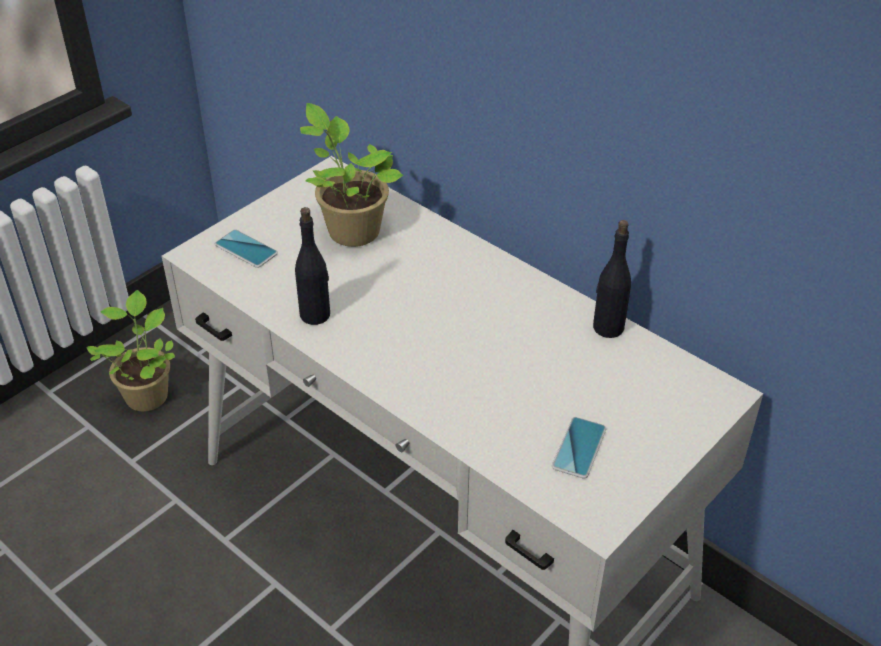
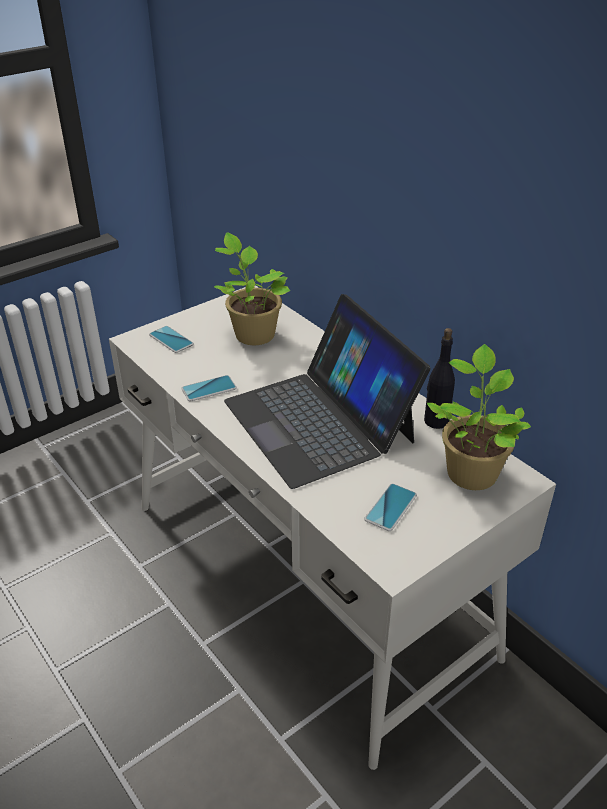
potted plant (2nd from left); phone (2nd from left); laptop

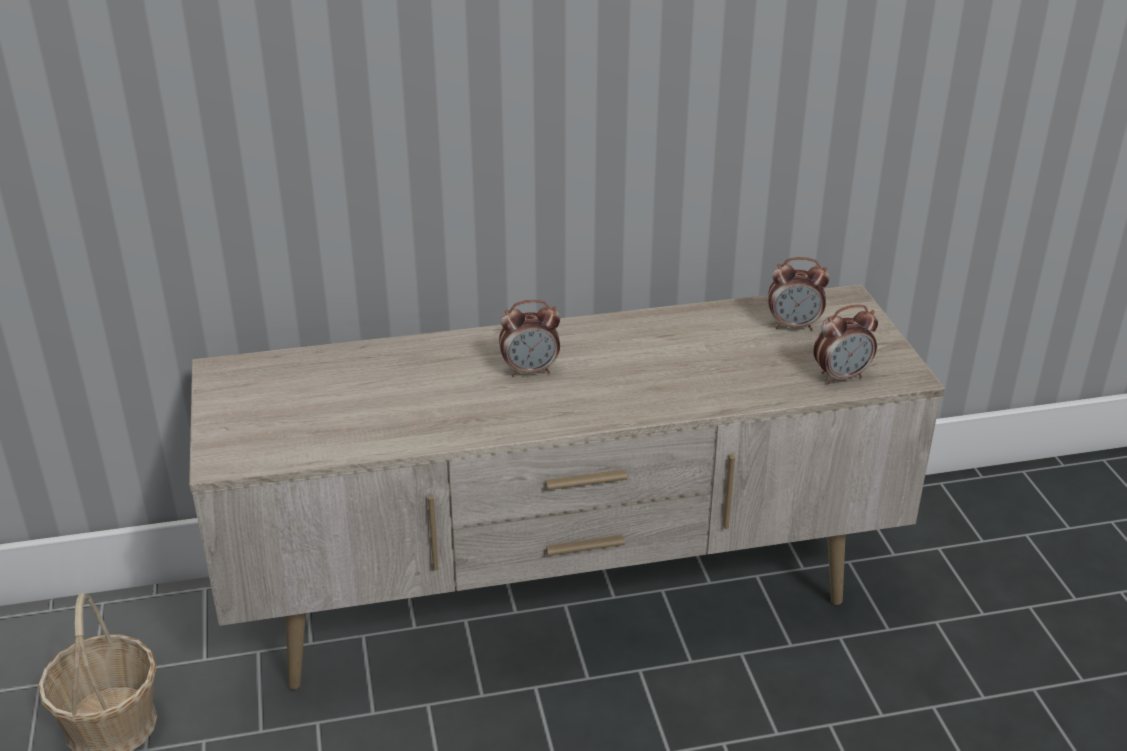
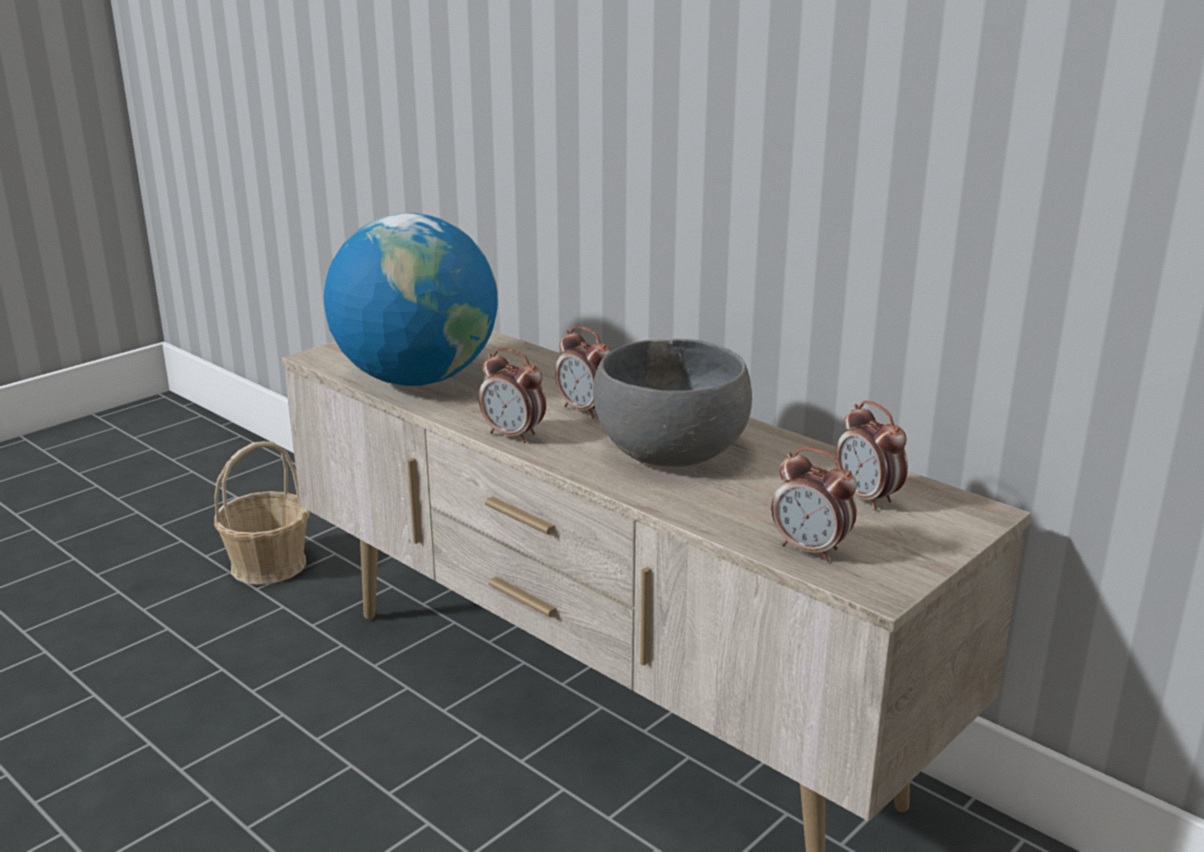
globe; alarm clock (1st from left); grey bowl

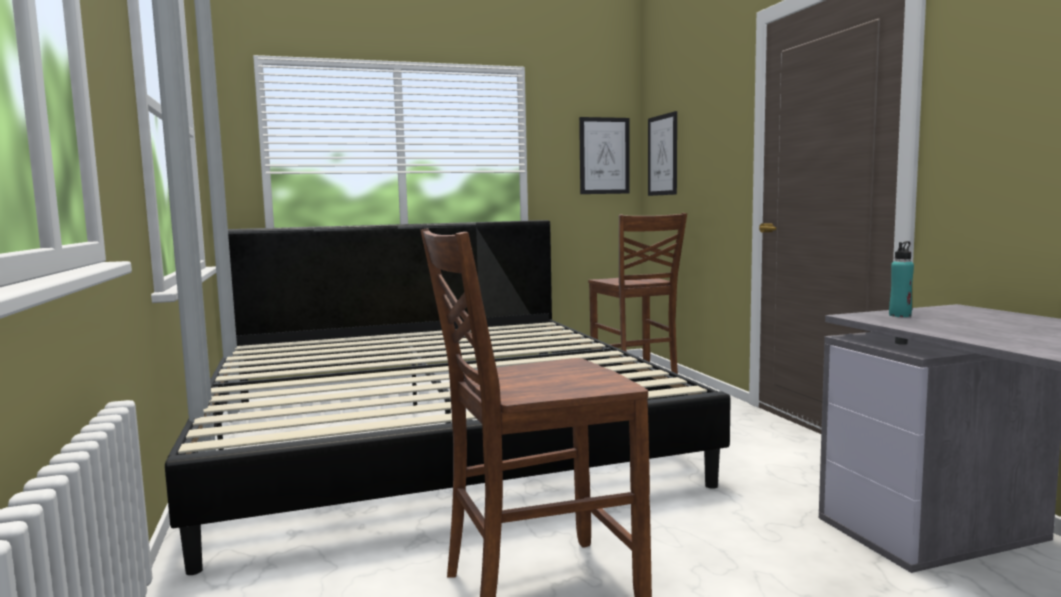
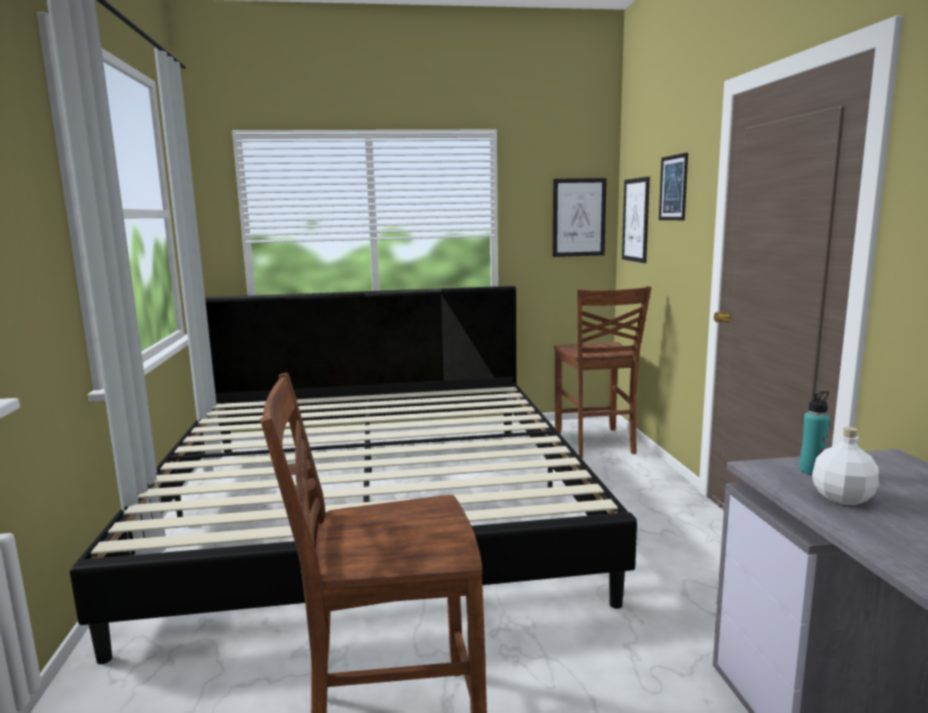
picture (3rd from left); white bottle

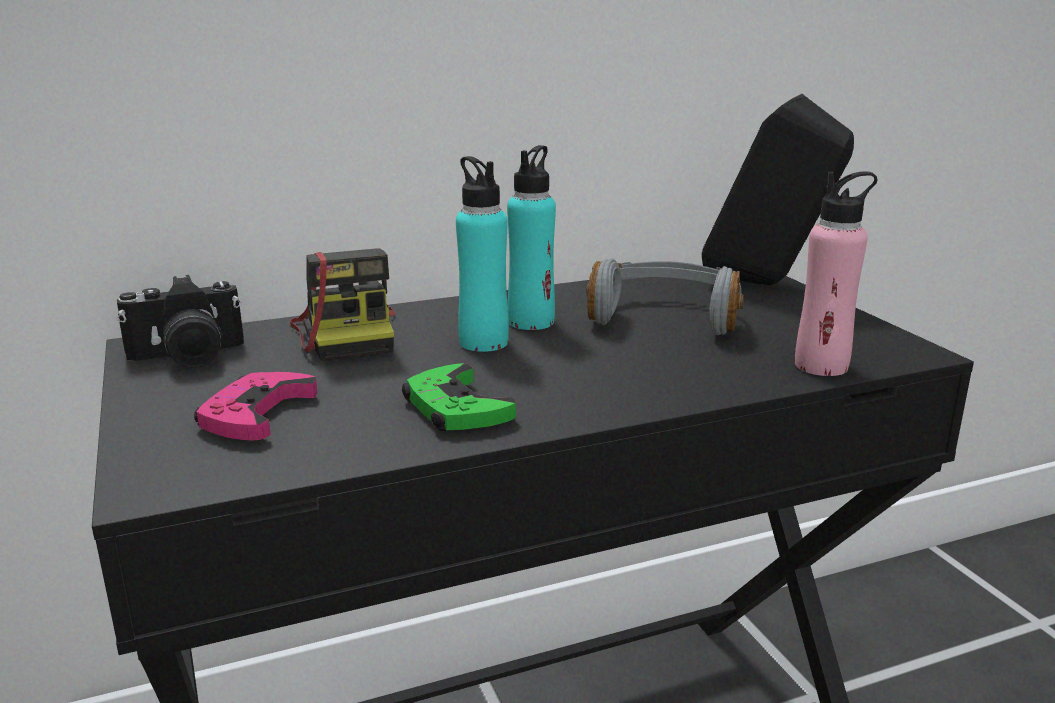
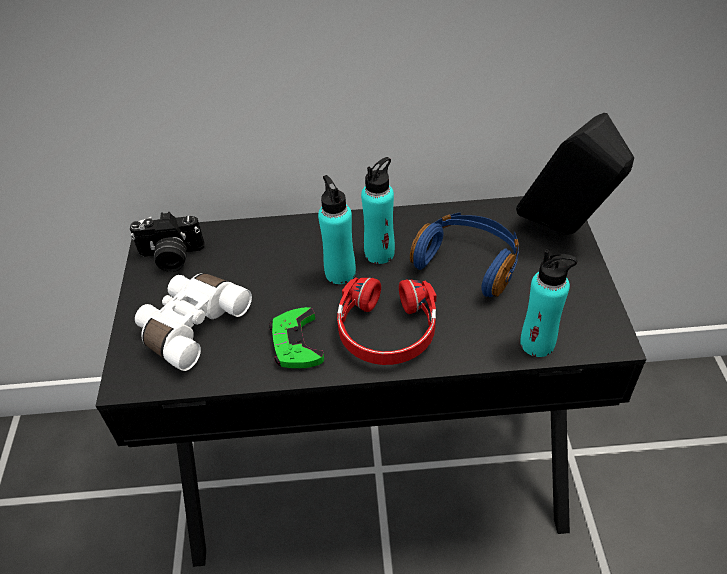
white binoculars; photo camera (2nd from left in the first image); blue headphones; turquoise bottle (3rd from left); red headphones

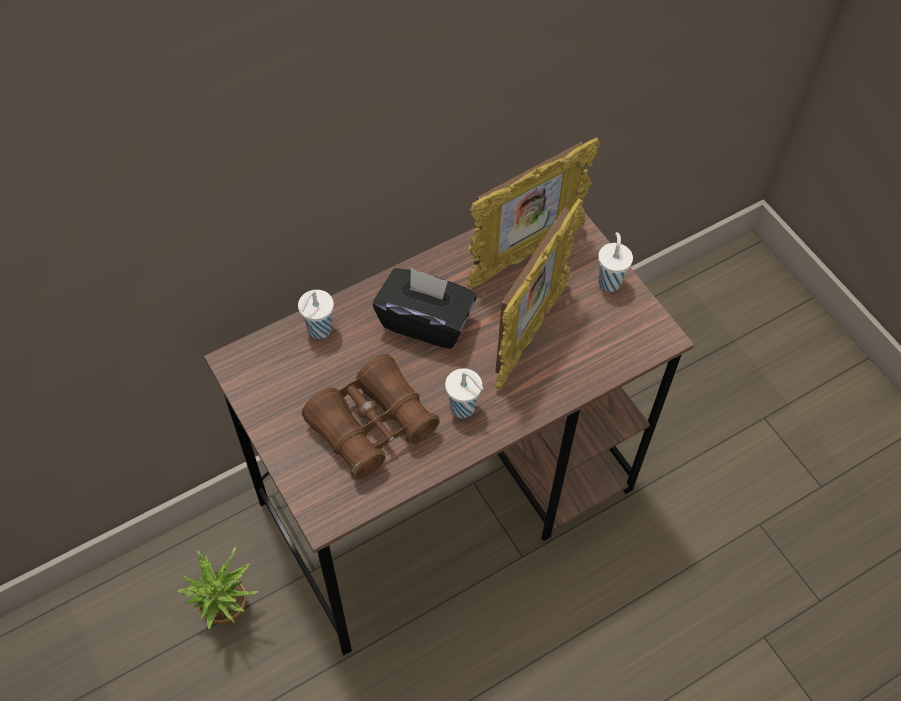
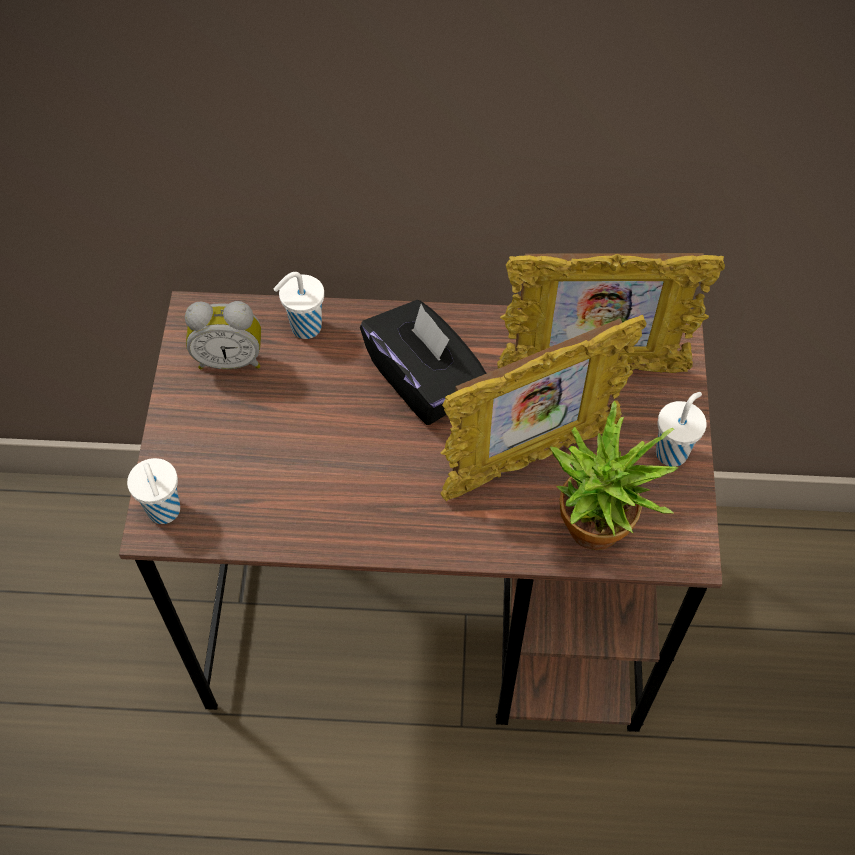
potted plant; brown binoculars; white cup (1st from left); alarm clock

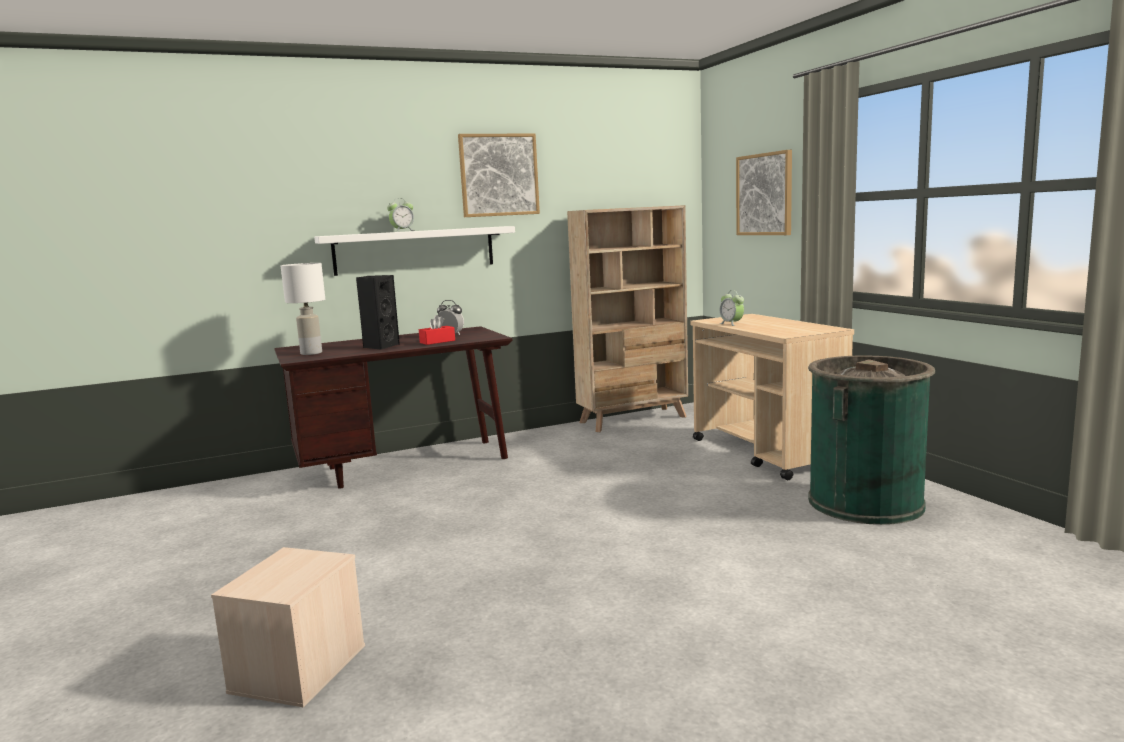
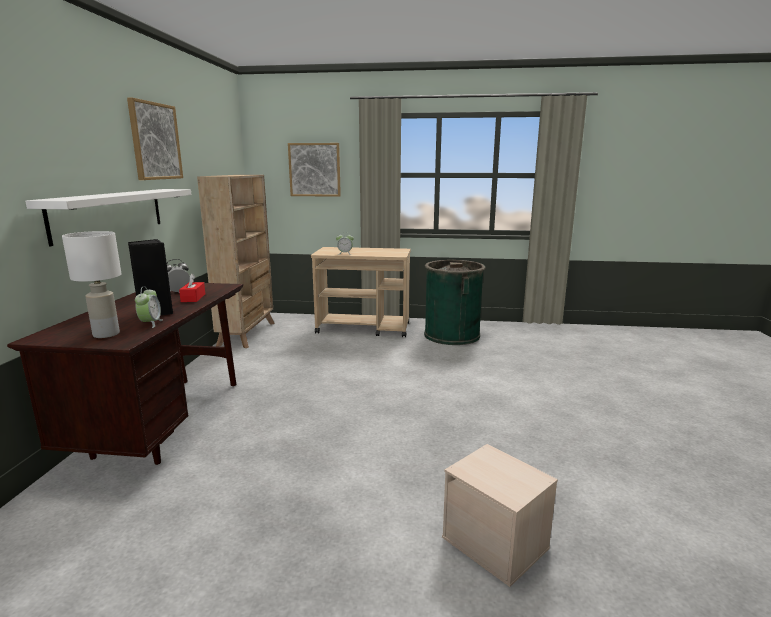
alarm clock (1st from left)

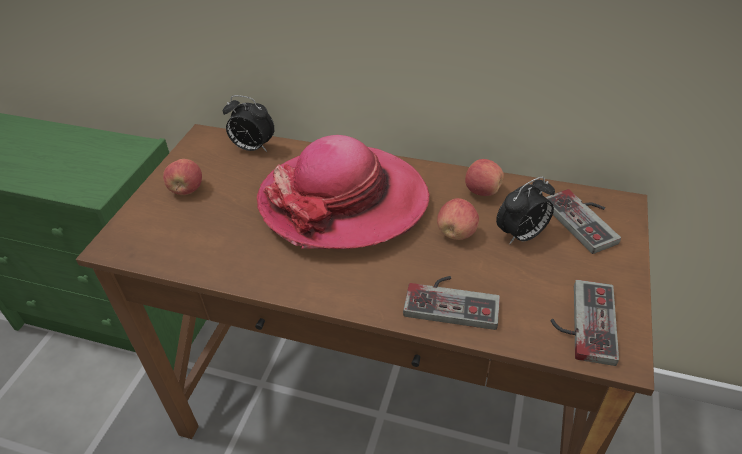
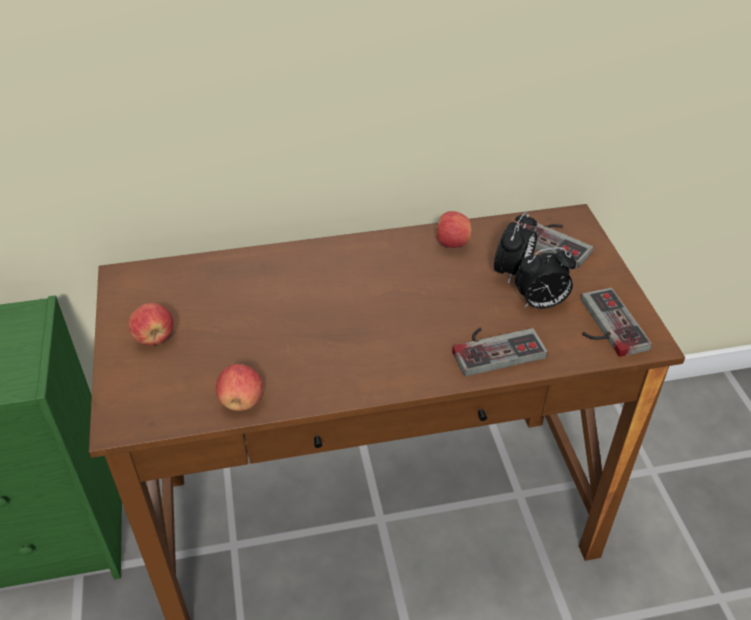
alarm clock (2nd from left); hat; apple (2nd from left)

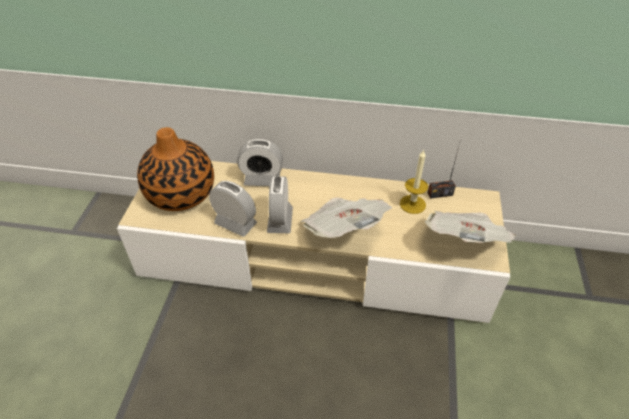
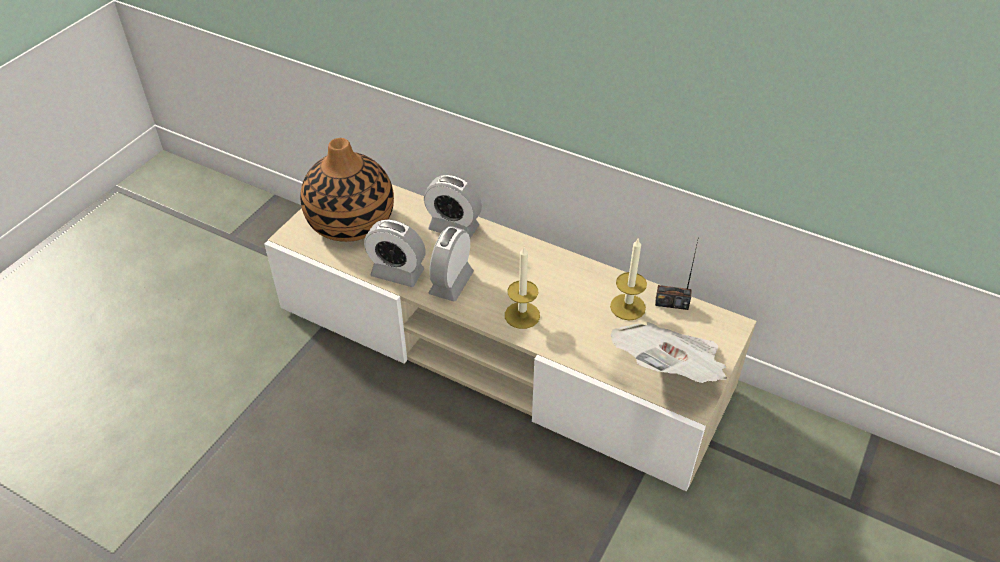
alarm clock (1st from left); candle (1st from left)

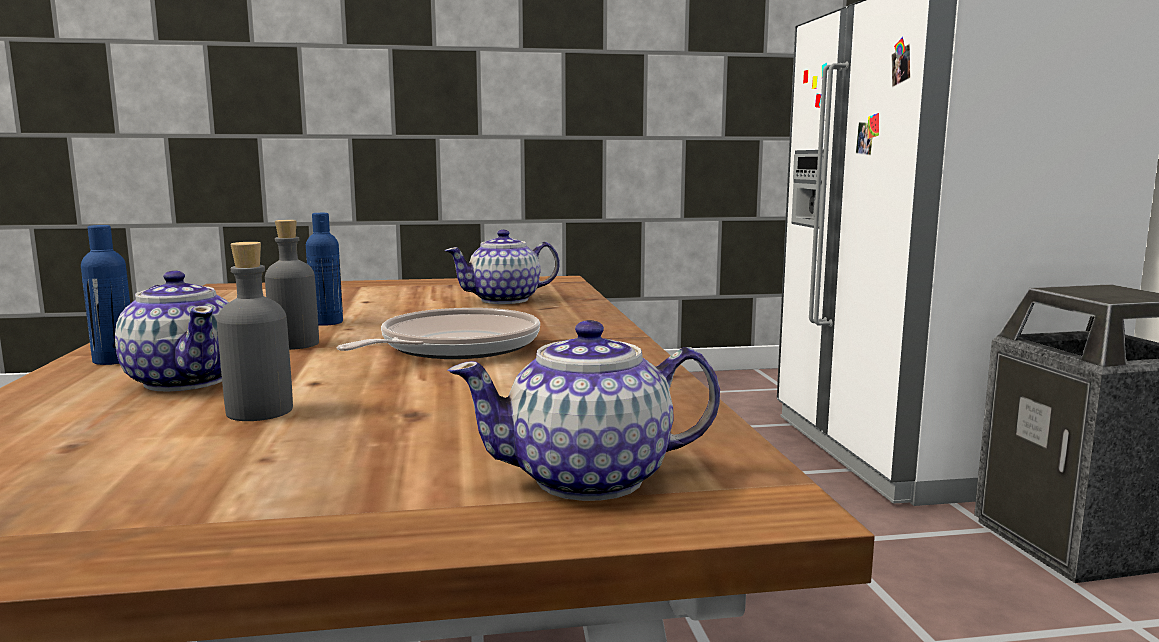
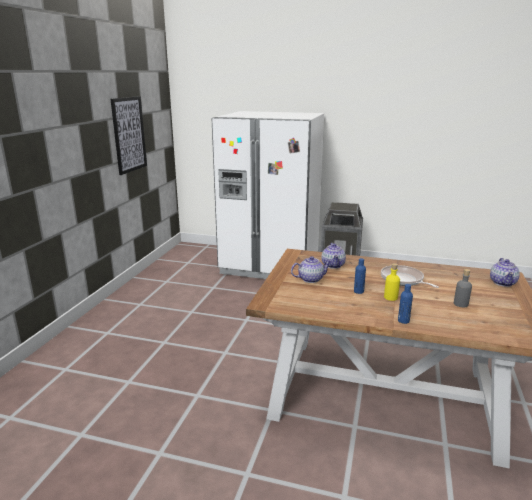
teapot (1st from left); yellow bottle; picture

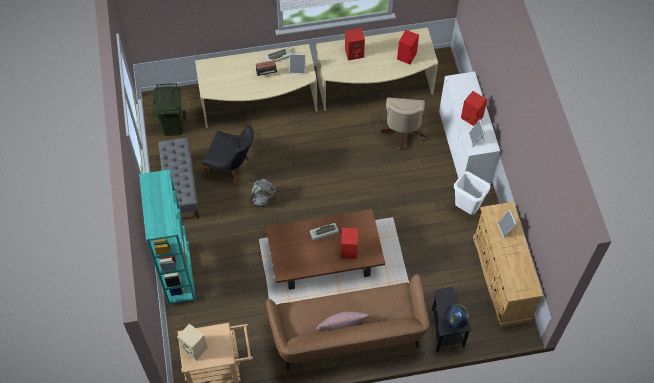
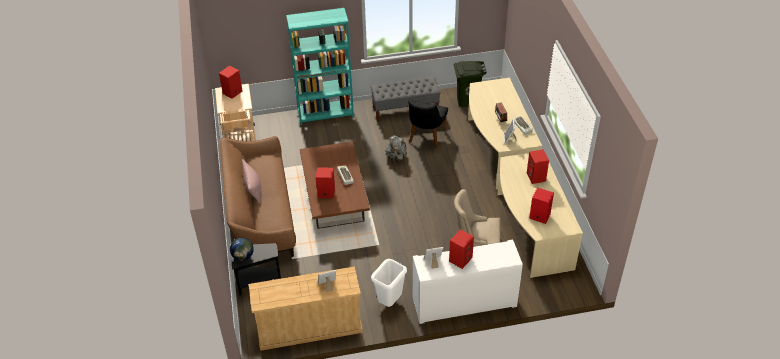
red speaker (1st from left)

